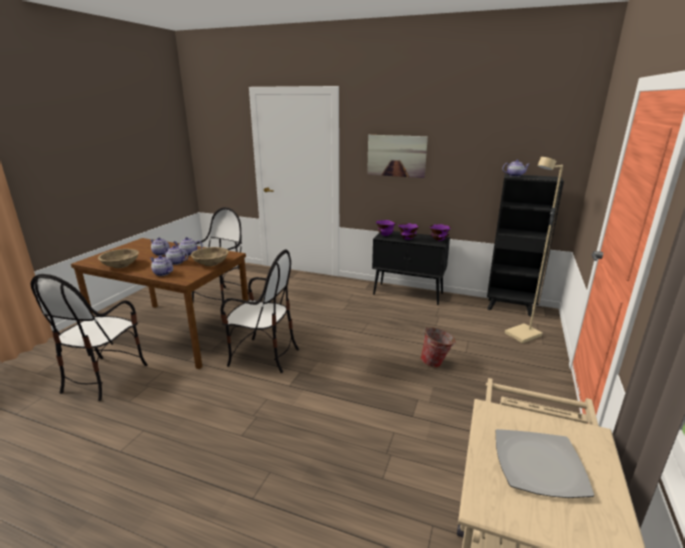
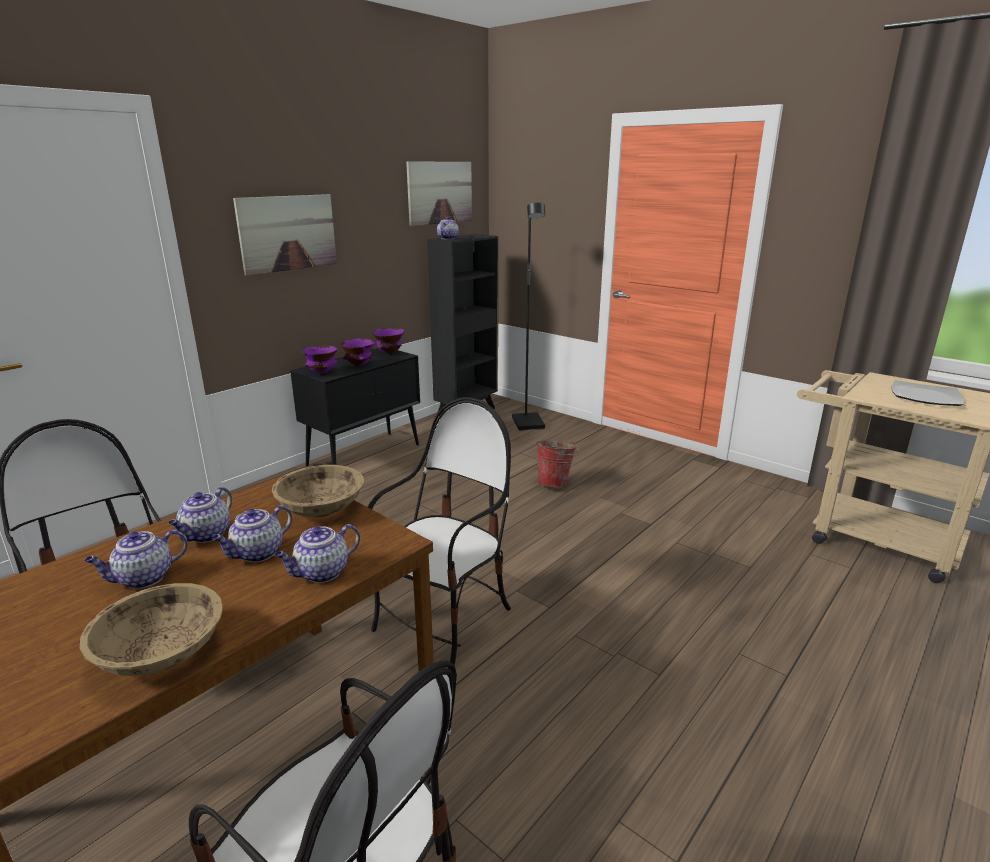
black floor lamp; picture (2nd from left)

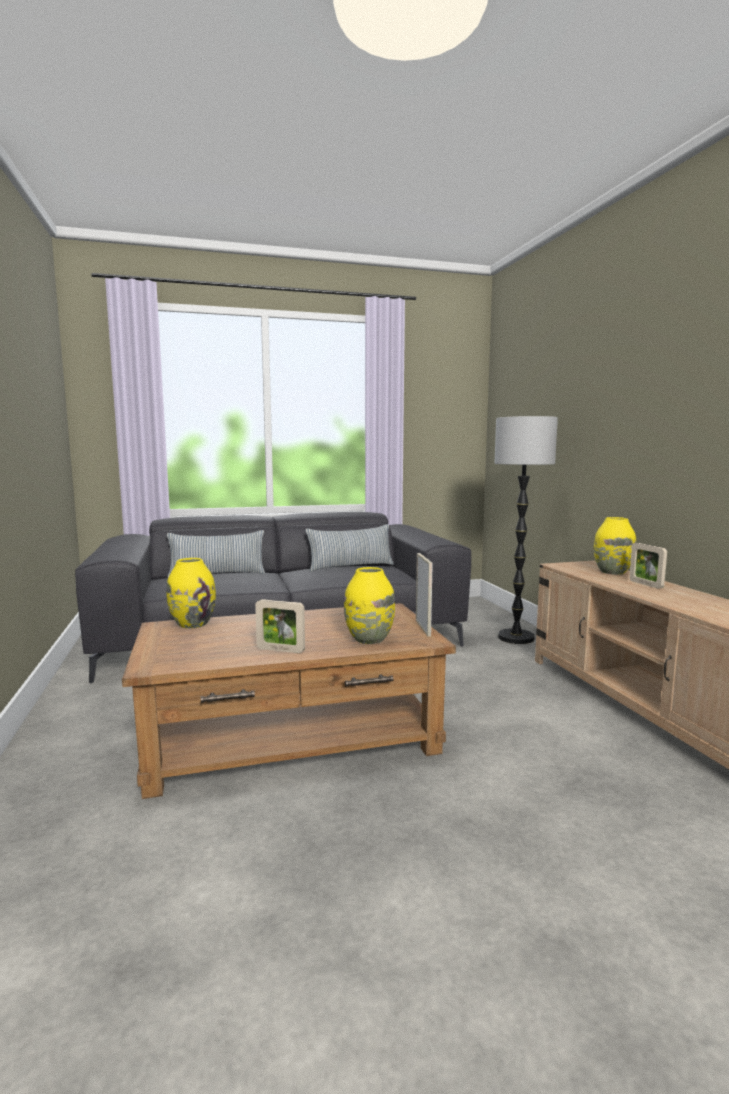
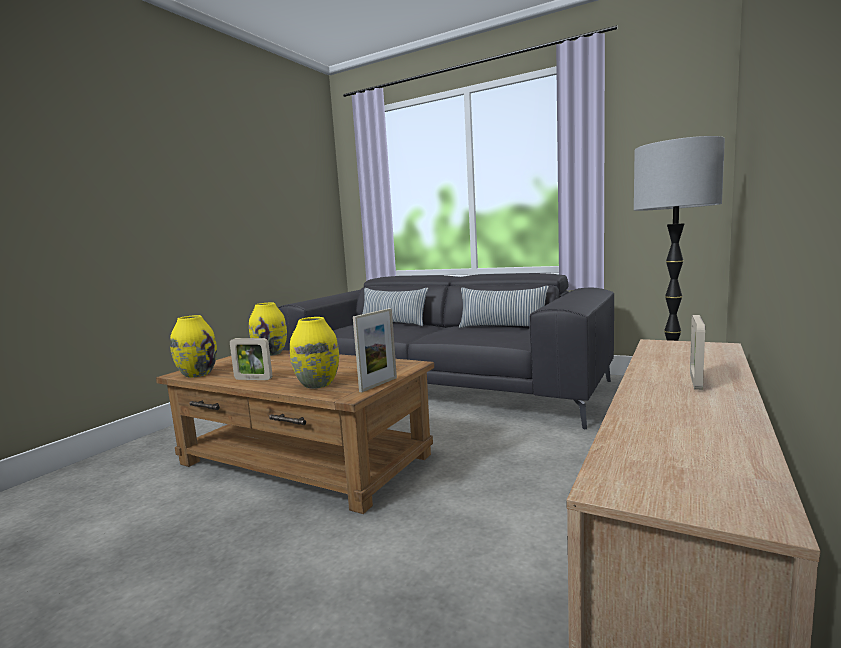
picture frame (1st from left); yellow vase (1st from left)

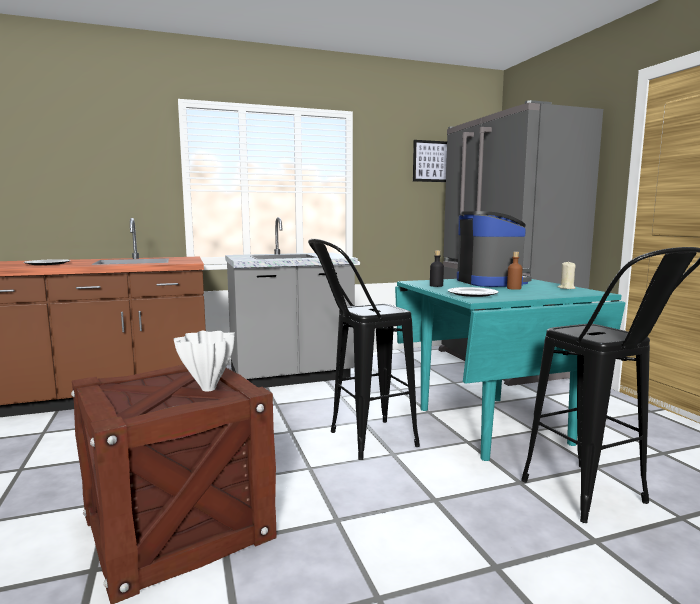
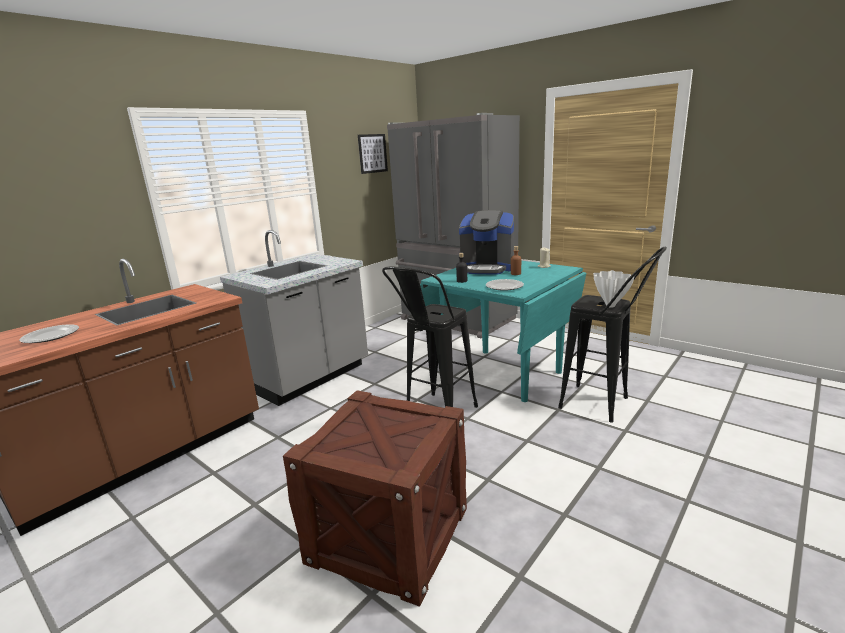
white vase; coffee machine

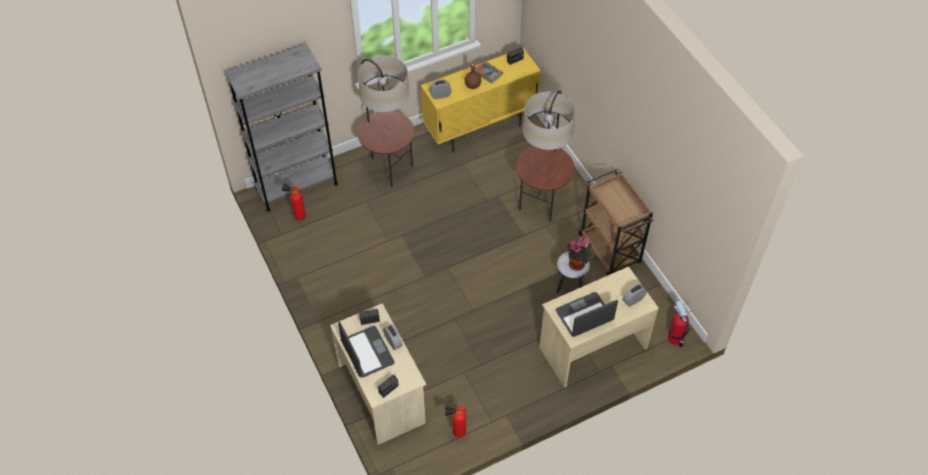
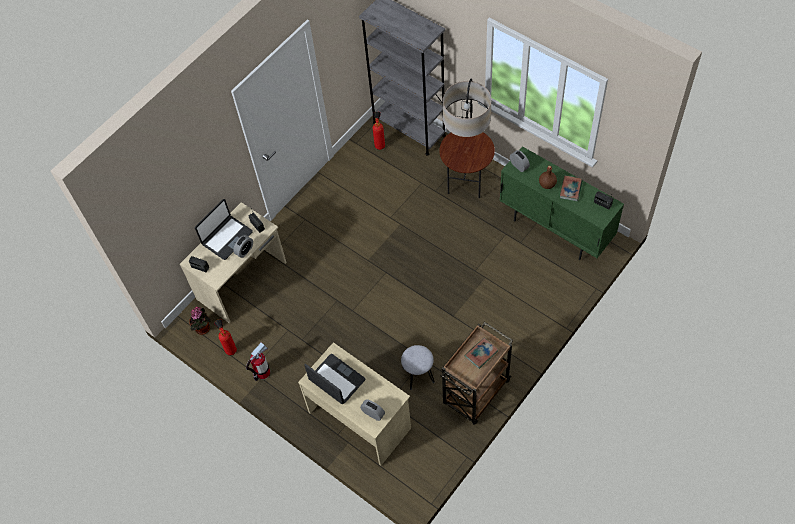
green cabinet; floor lamp (2nd from left in the first image); potted plant; fire extinguisher (2nd from left); book (1st from left)

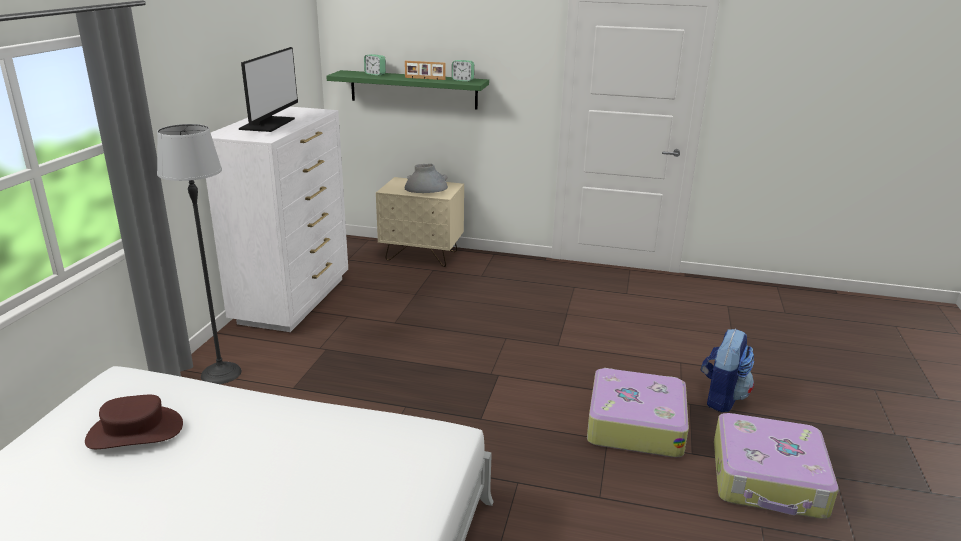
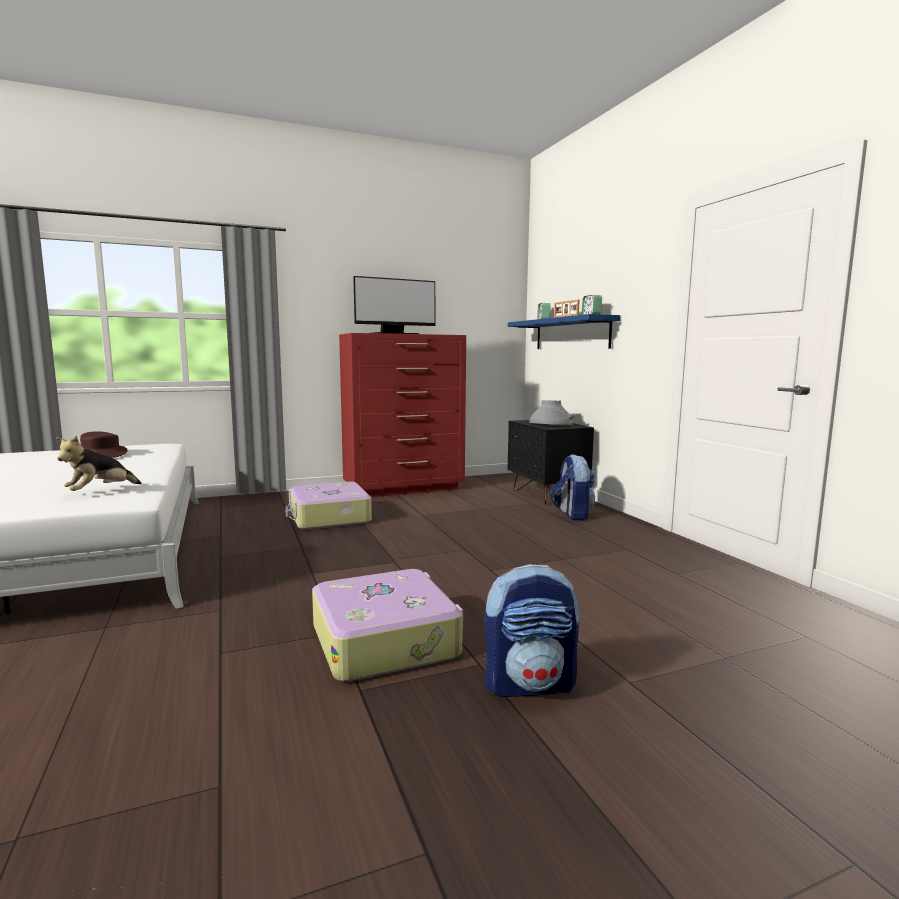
floor lamp; red dresser; blue shelf; black nightstand; suitcase (1st from left); plush toy; backpack (2nd from left)

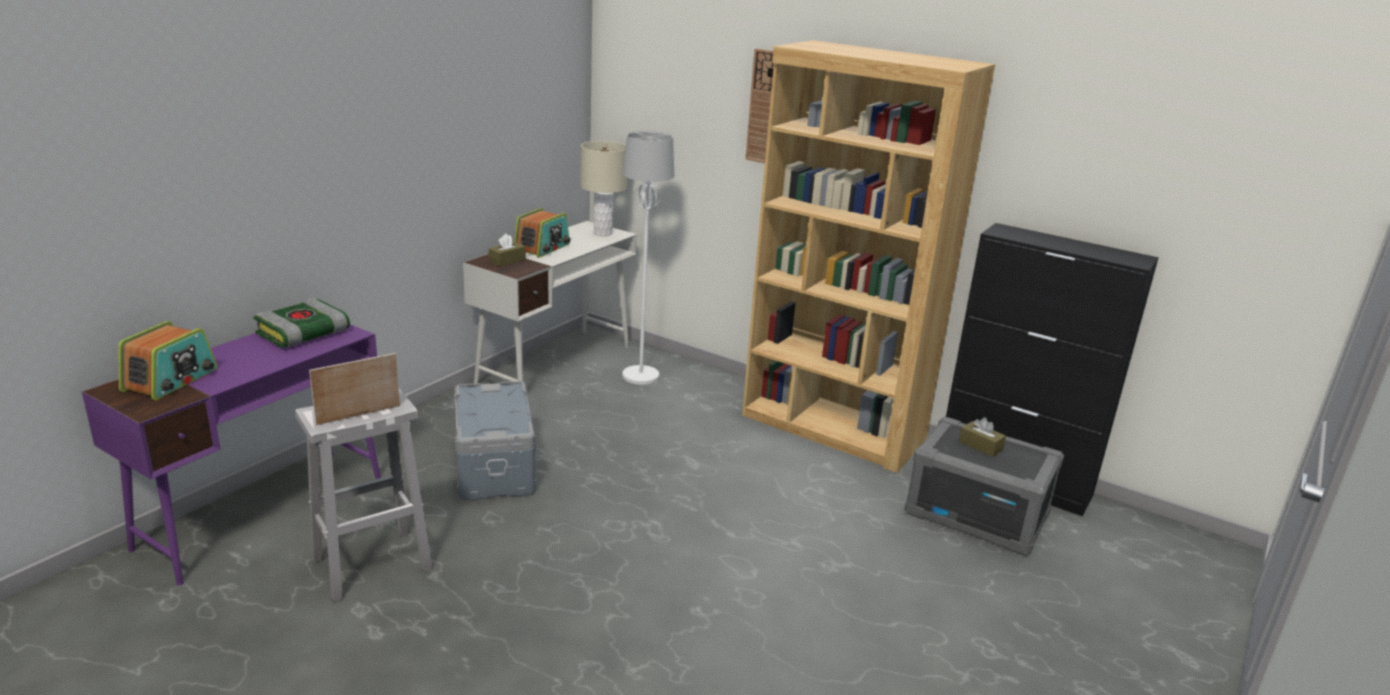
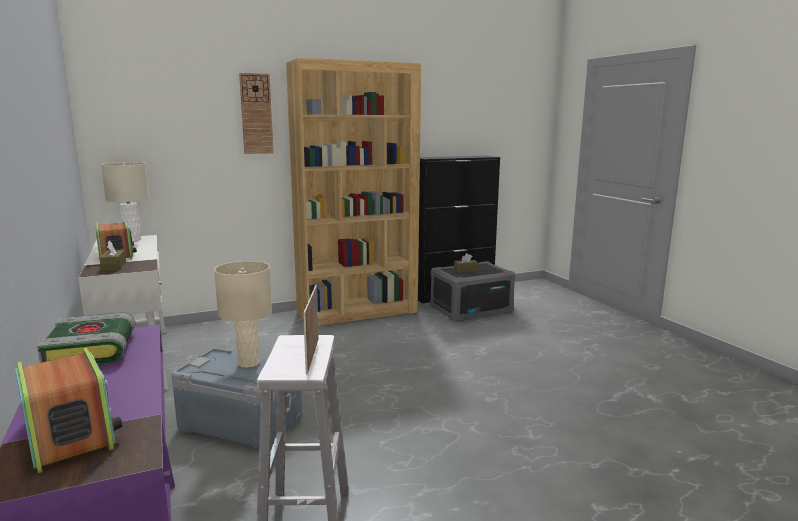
white floor lamp; beige table lamp (2nd from left)

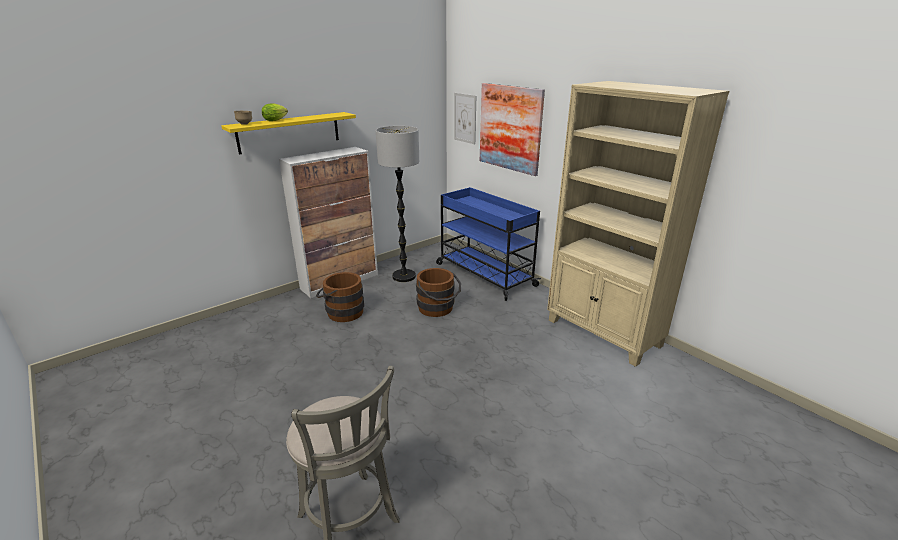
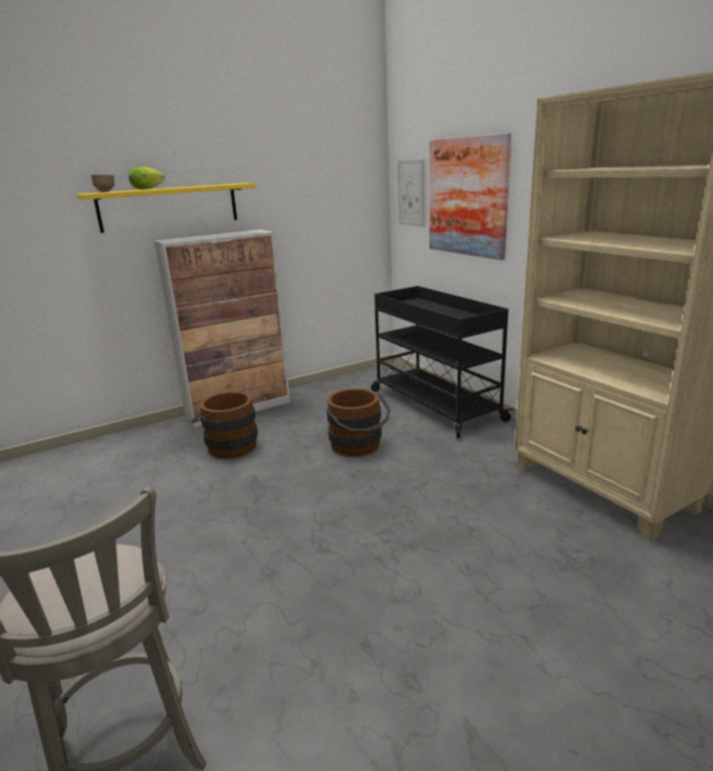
floor lamp; black cart

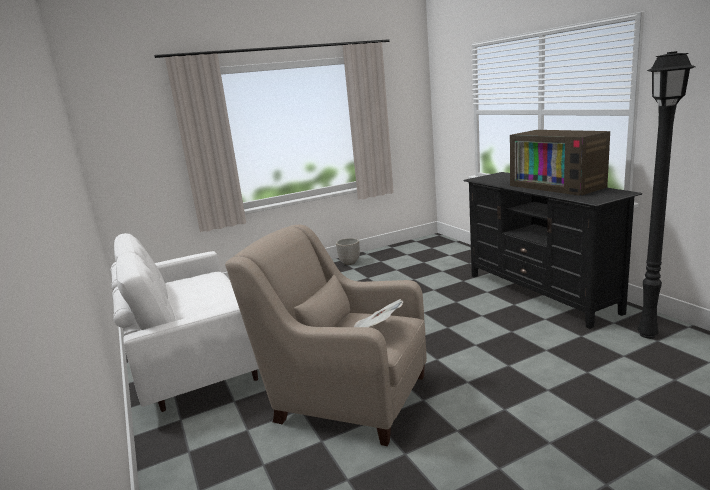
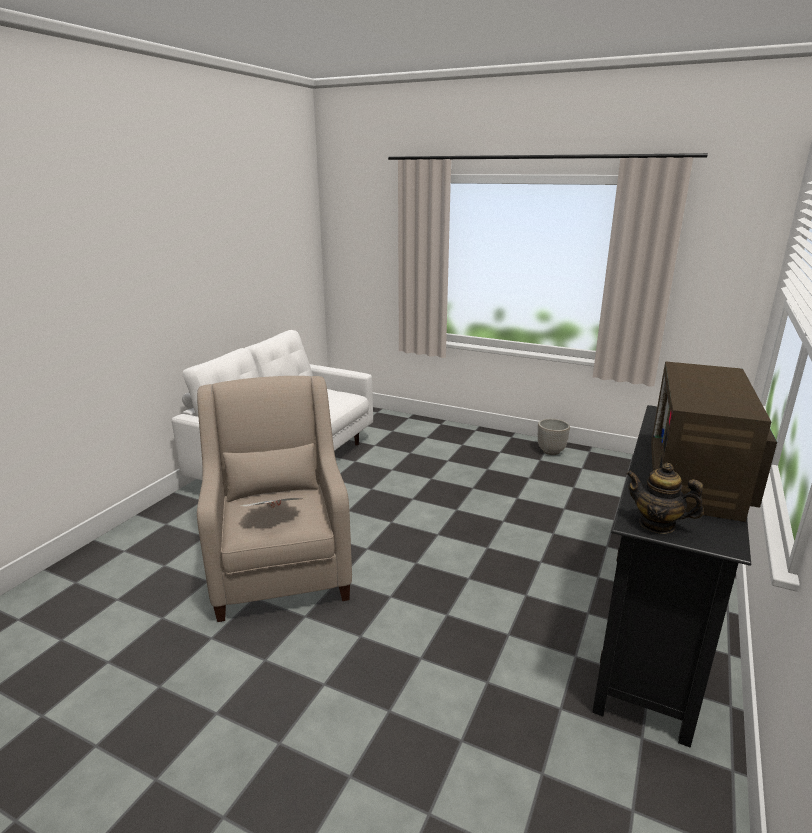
black floor lamp; teapot

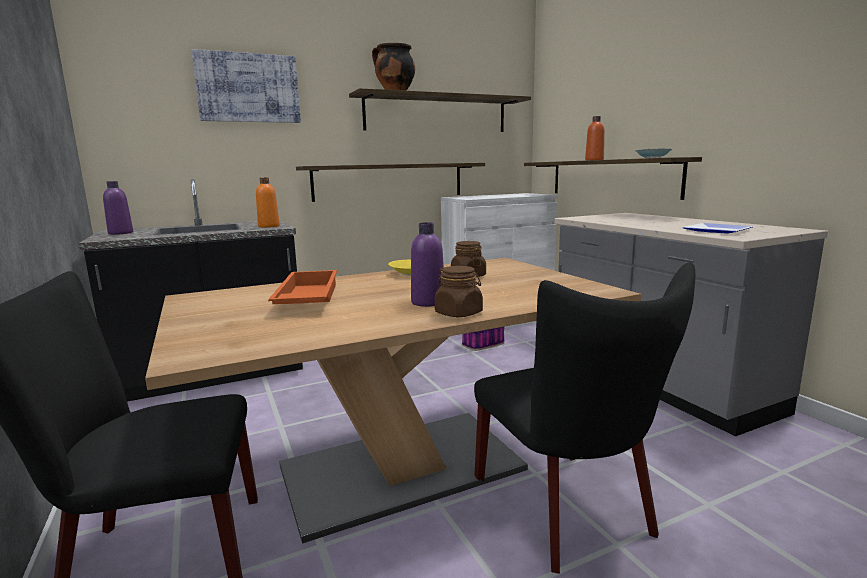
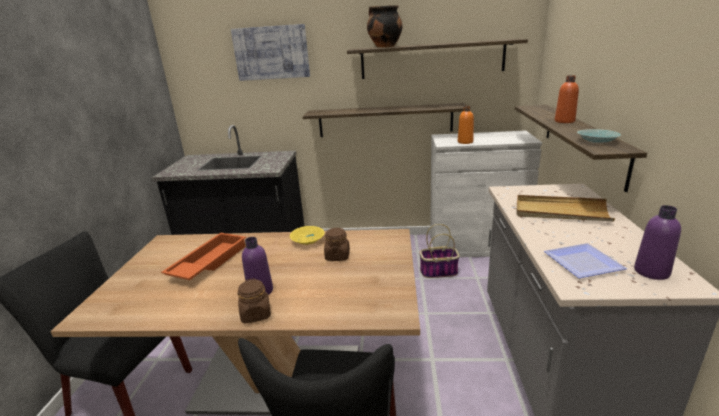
purple bottle (2nd from left); orange bottle (1st from left); beige tray

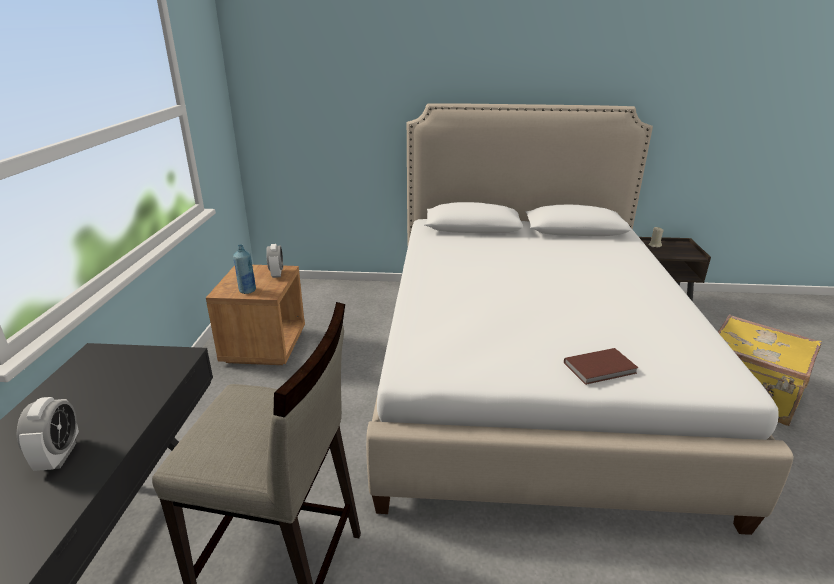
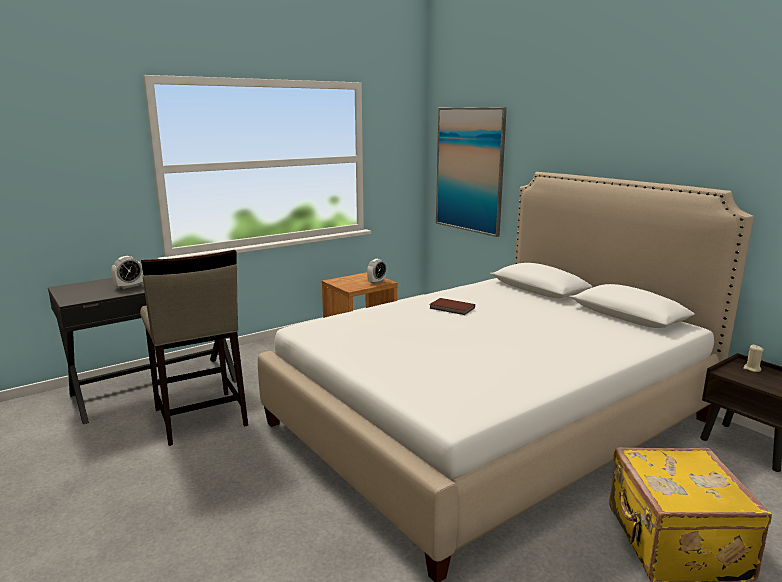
blue bottle; brown book; picture

